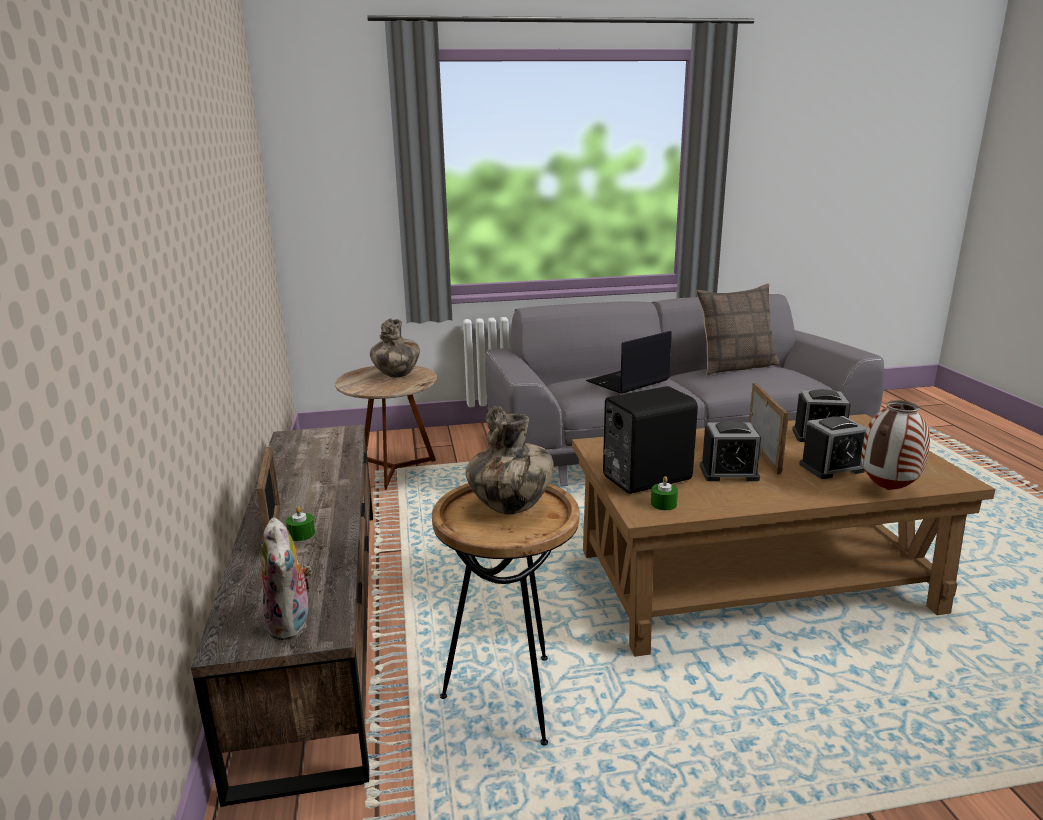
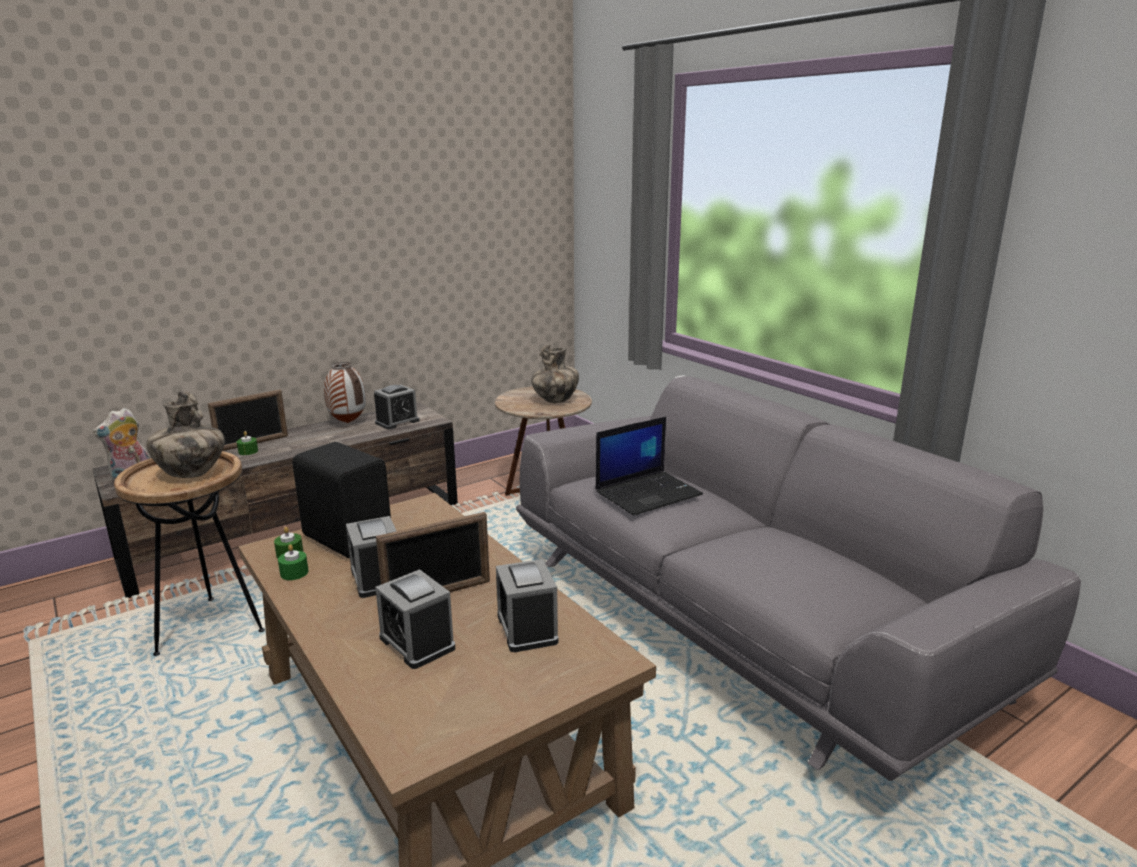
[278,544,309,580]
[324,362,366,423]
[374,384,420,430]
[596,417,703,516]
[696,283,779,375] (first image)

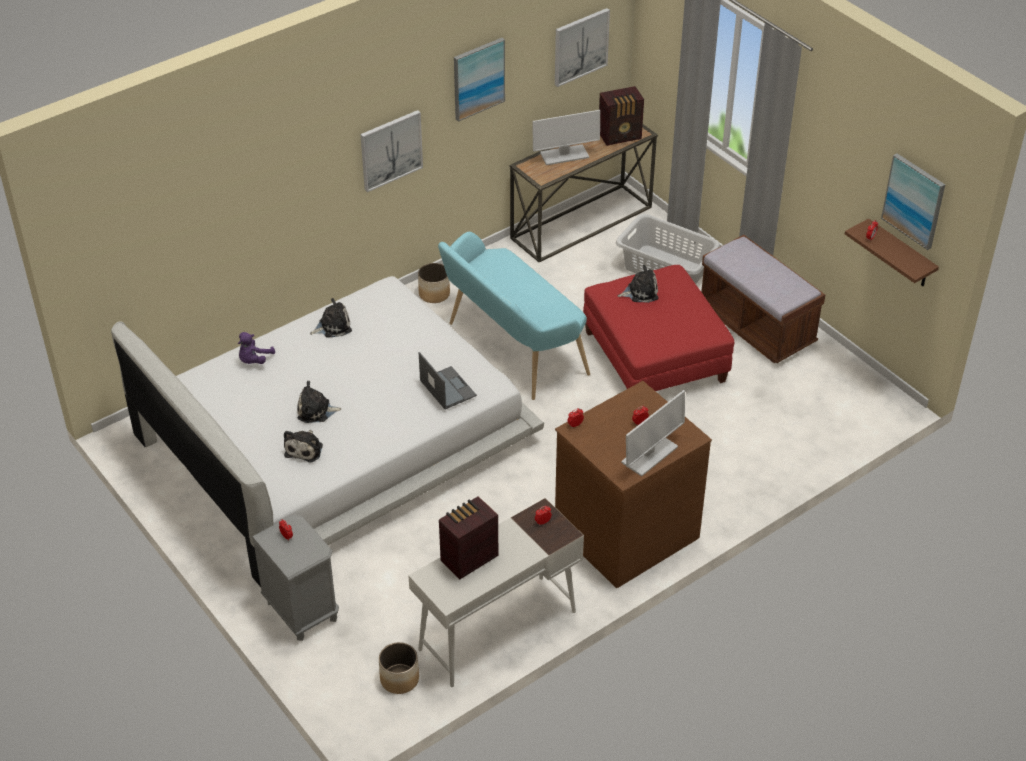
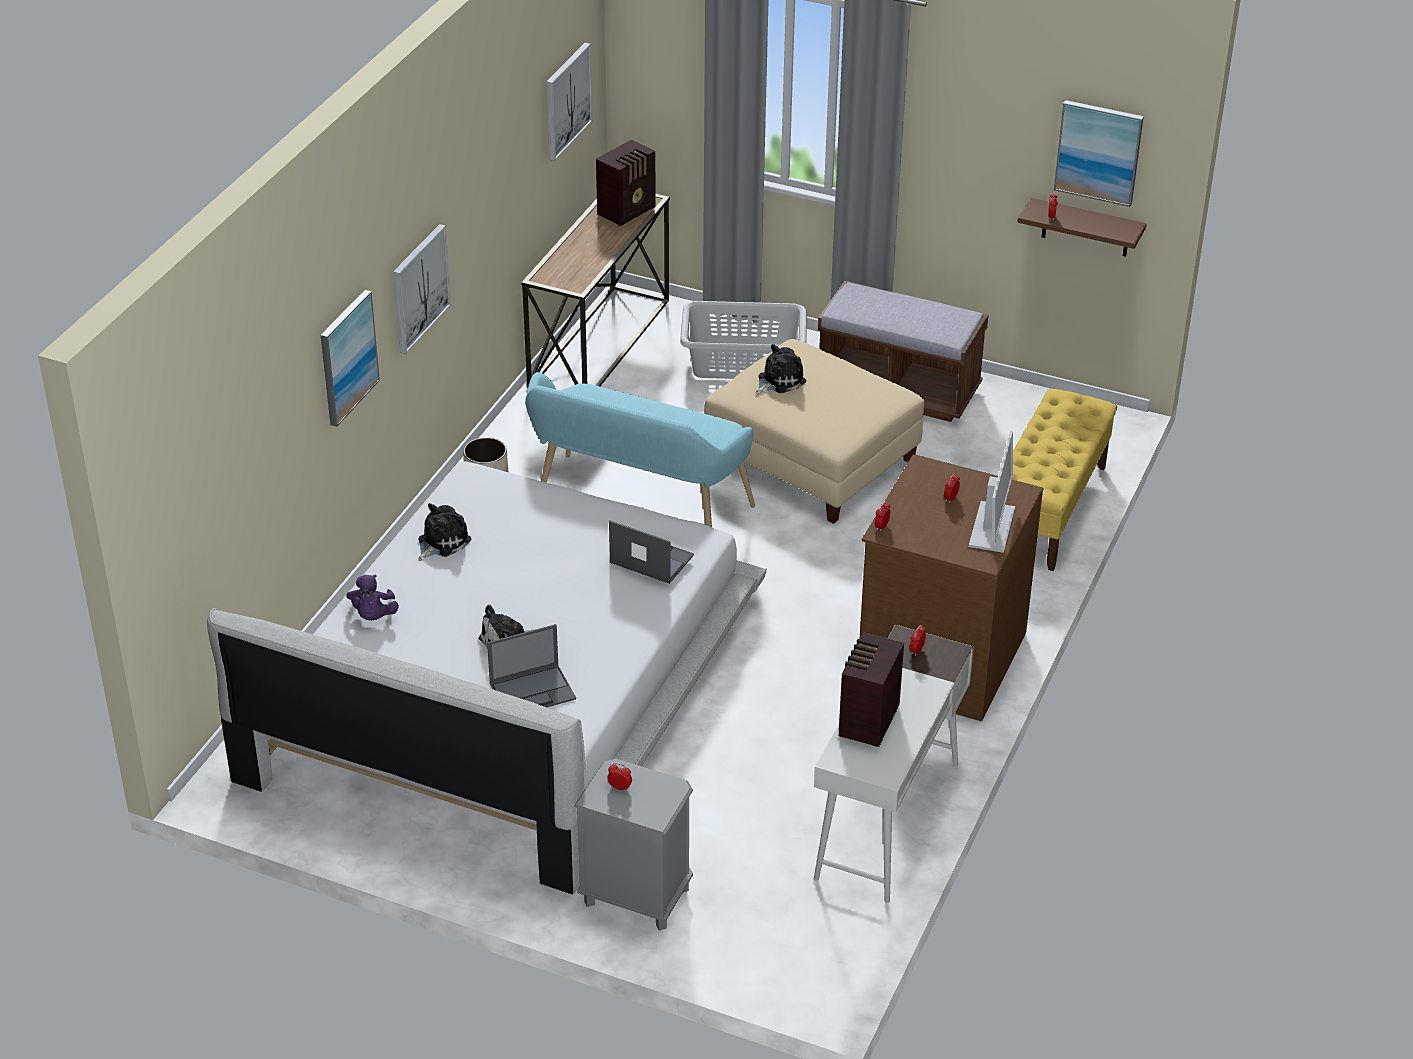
[321,290,380,427]
[487,624,576,707]
[704,339,925,524]
[1012,389,1117,571]
[379,642,419,694] (first image)
[532,110,600,165] (first image)

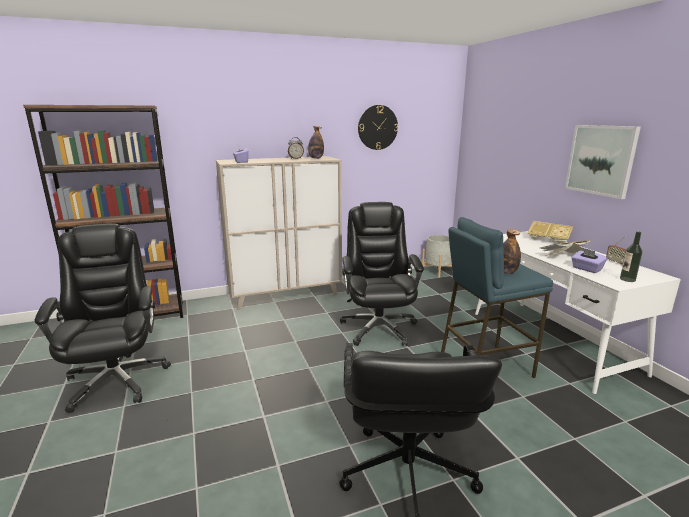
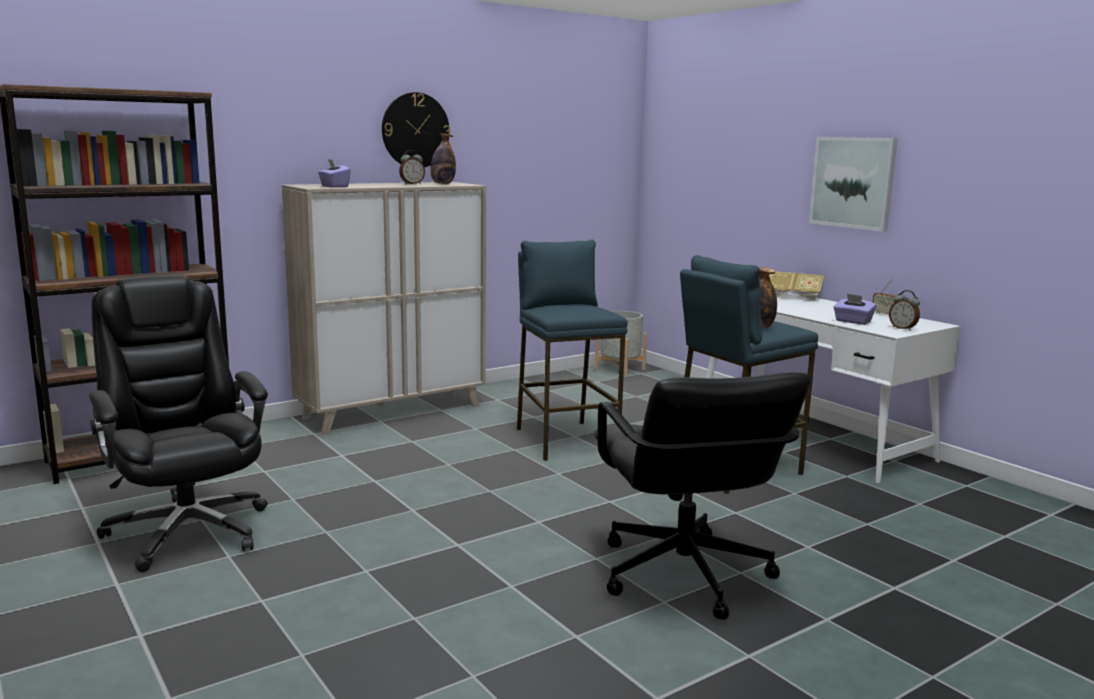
[382,92,450,167]
[517,240,628,461]
[889,290,920,331]
[540,240,591,256] (first image)

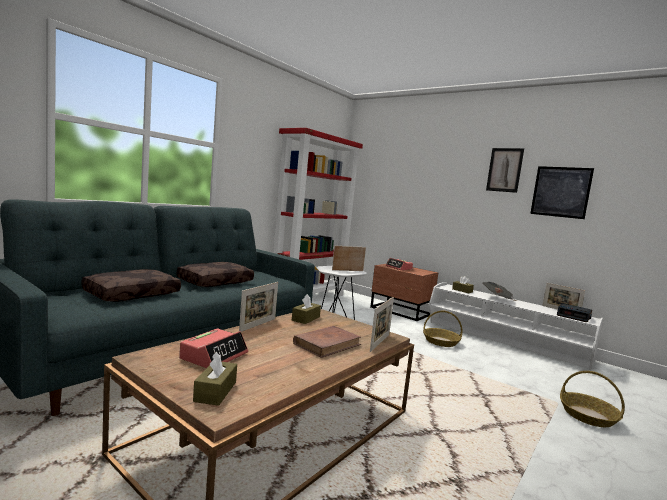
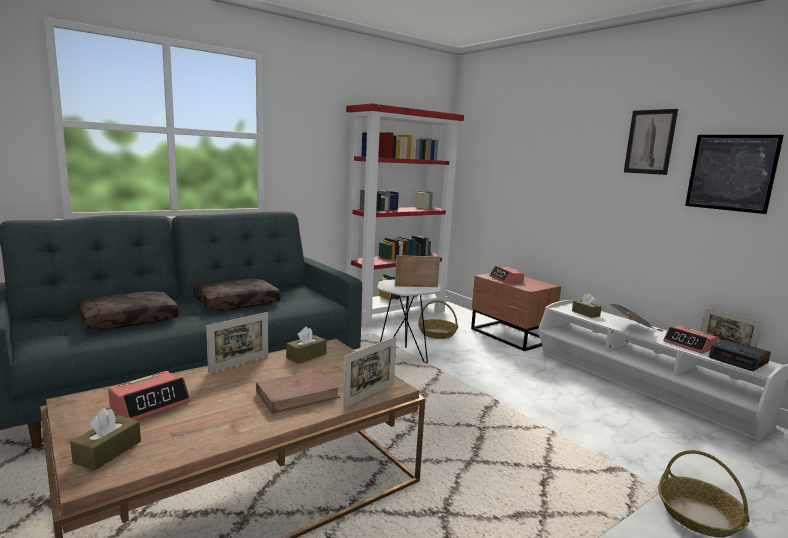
[418,300,458,339]
[663,326,718,354]

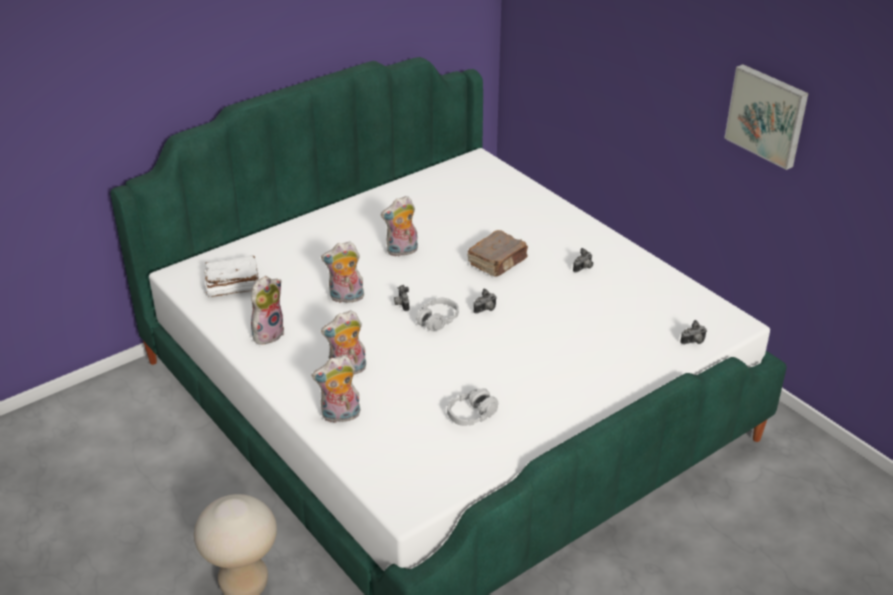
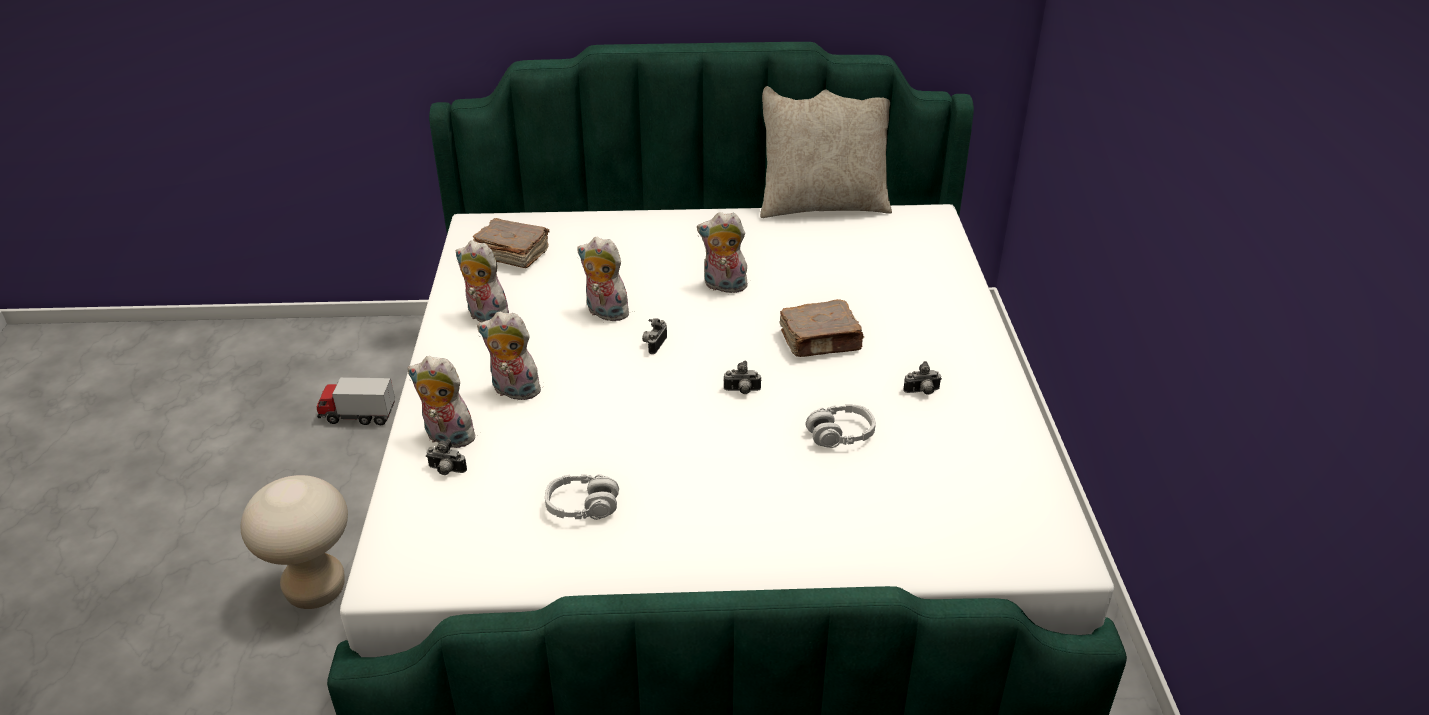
[317,377,395,425]
[426,439,467,475]
[456,240,509,322]
[473,218,550,268]
[760,86,892,218]
[805,404,876,448]
[724,64,809,170] (first image)

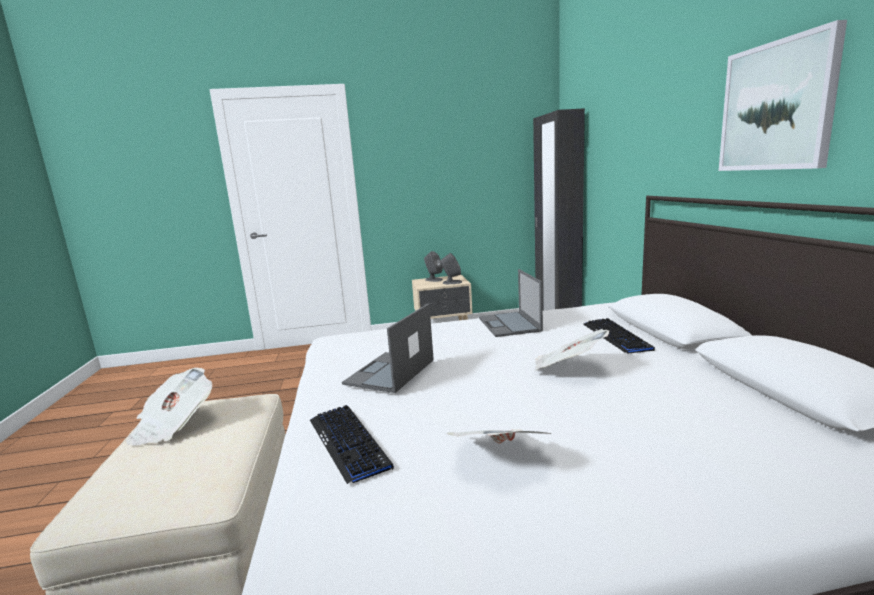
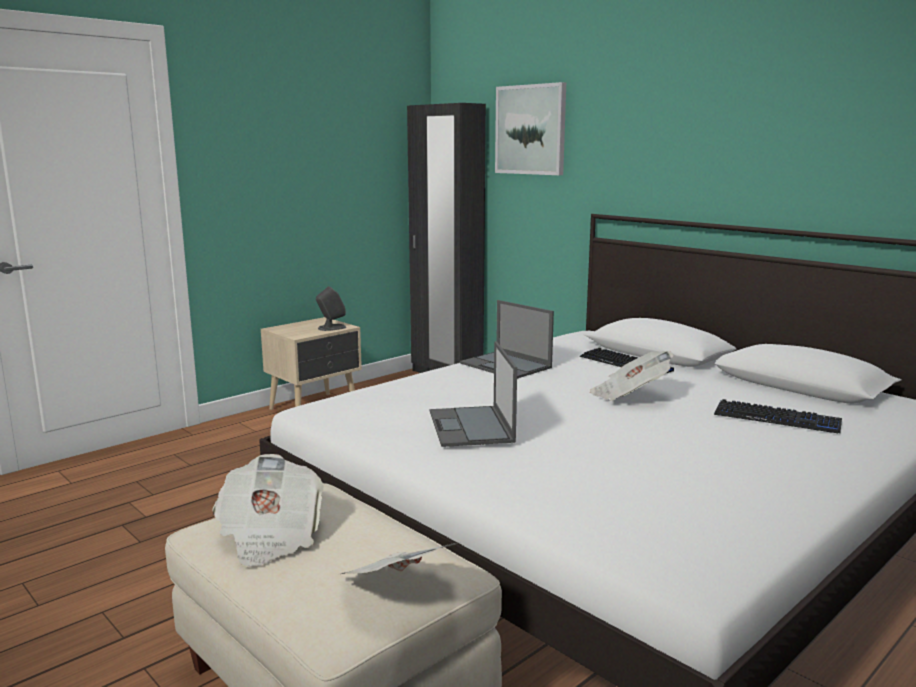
[340,543,458,574]
[495,82,566,175]
[714,399,842,433]
[424,251,443,282] (first image)

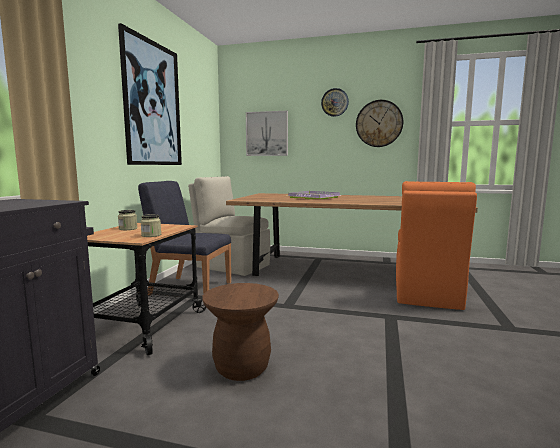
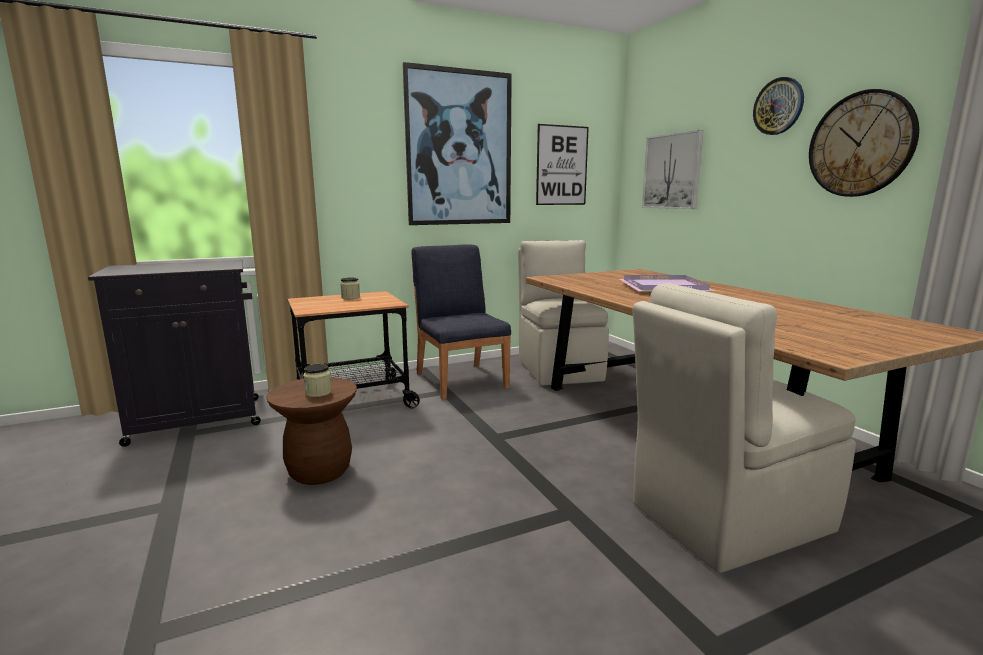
[303,364,332,397]
[536,124,589,205]
[632,283,856,573]

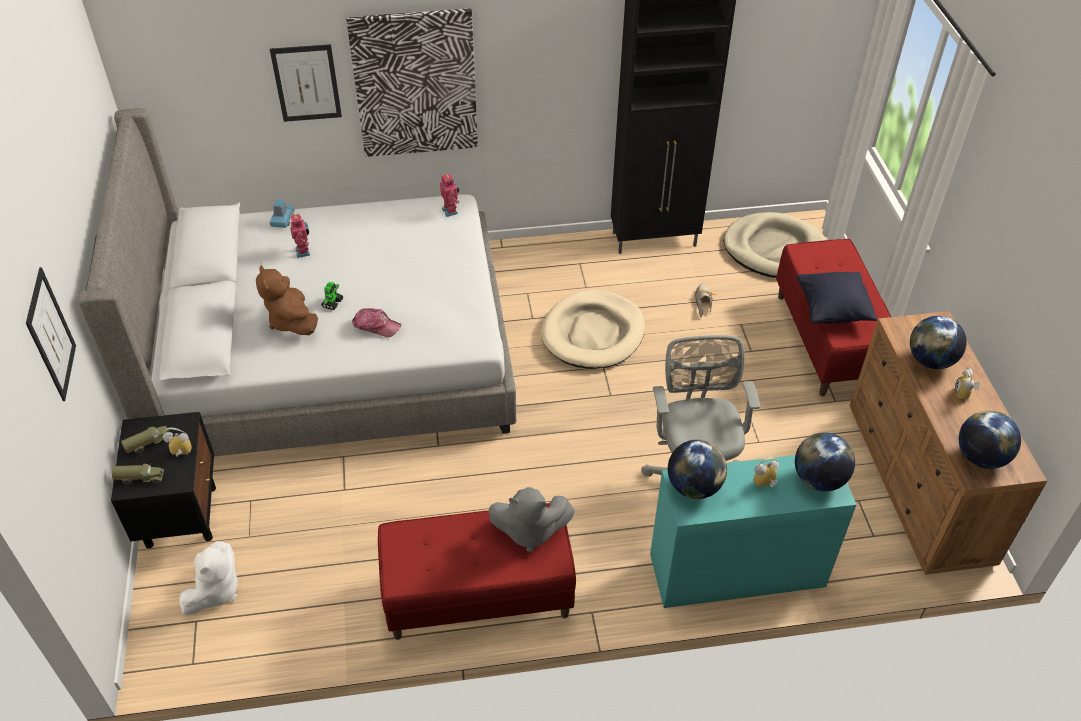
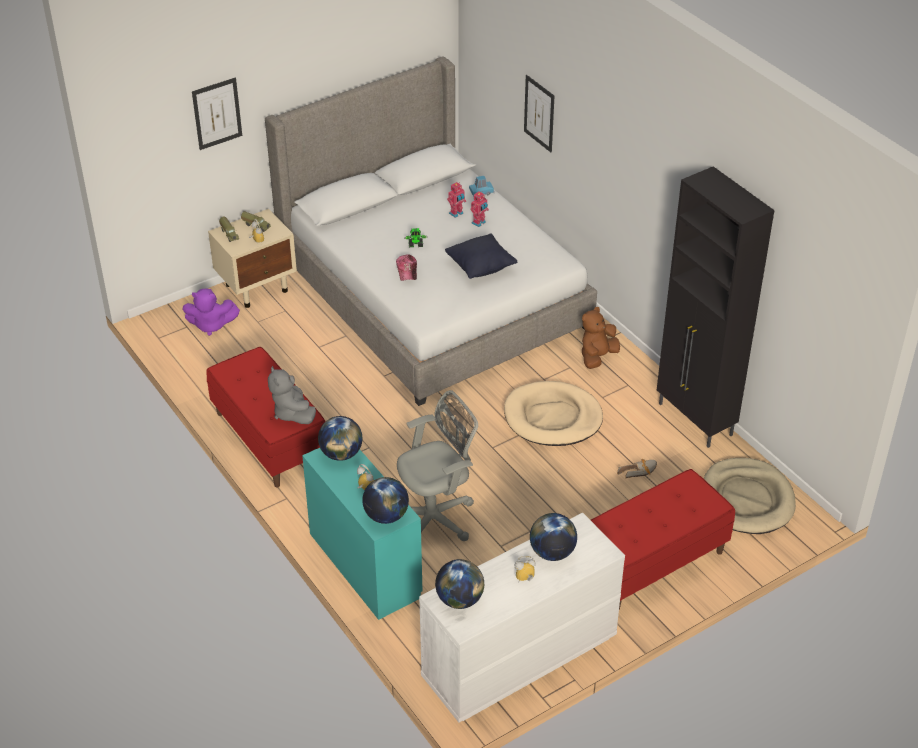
[182,288,240,336]
[208,209,297,308]
[419,512,625,722]
[445,233,517,279]
[471,191,489,227]
[582,307,620,369]
[346,8,478,157] (first image)

